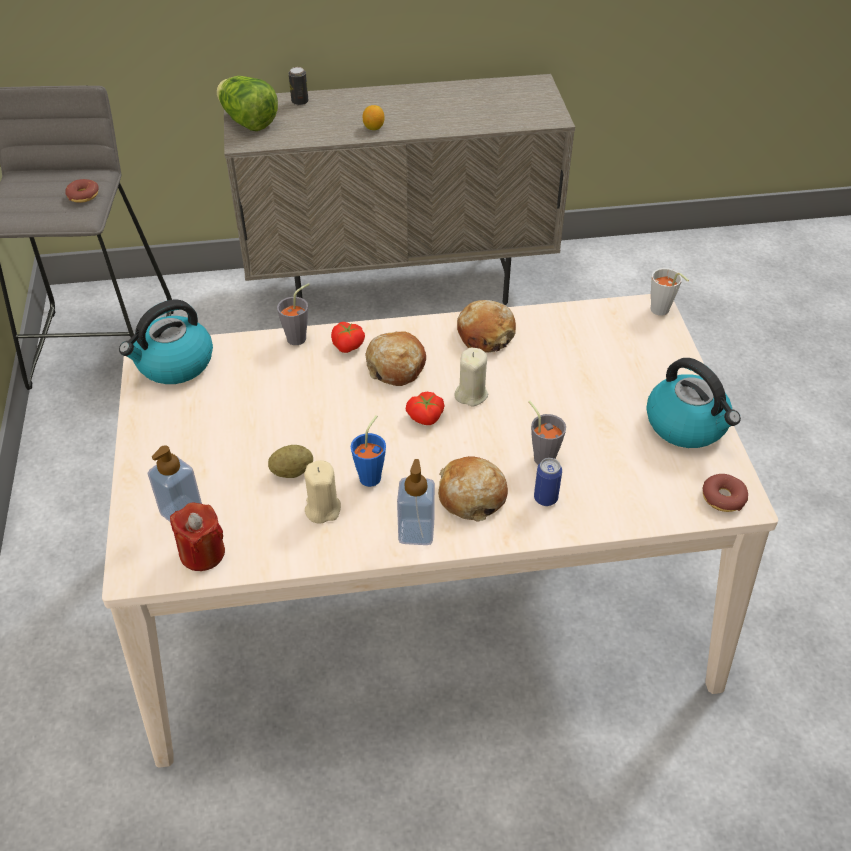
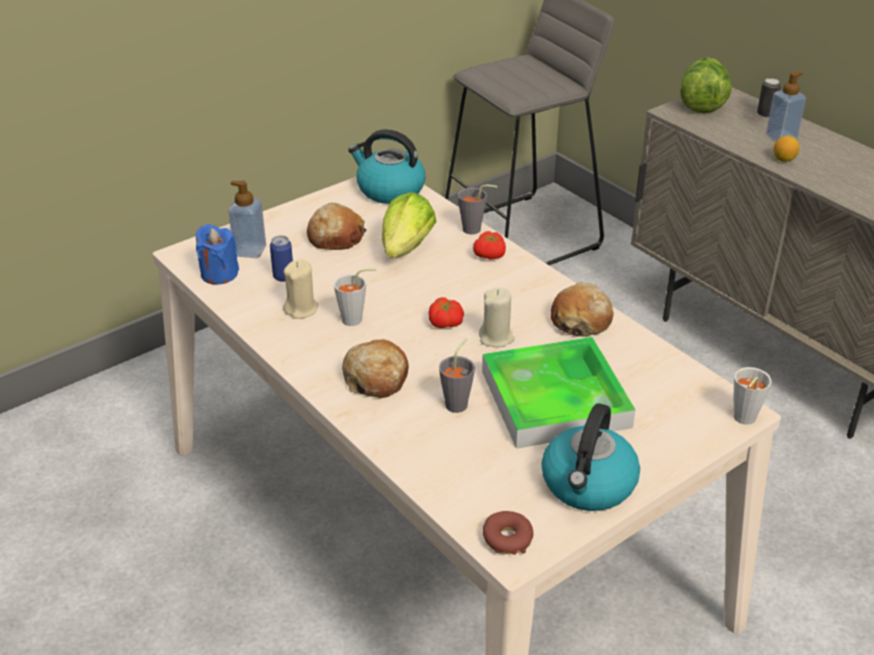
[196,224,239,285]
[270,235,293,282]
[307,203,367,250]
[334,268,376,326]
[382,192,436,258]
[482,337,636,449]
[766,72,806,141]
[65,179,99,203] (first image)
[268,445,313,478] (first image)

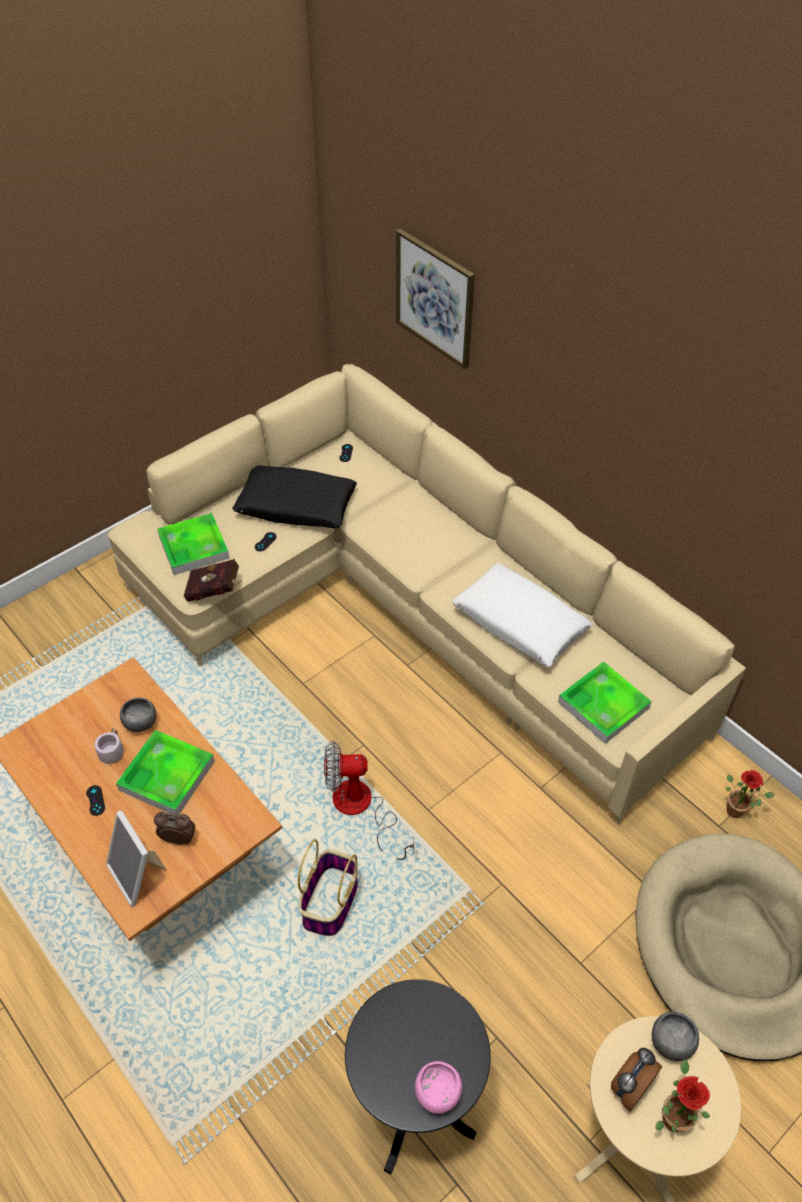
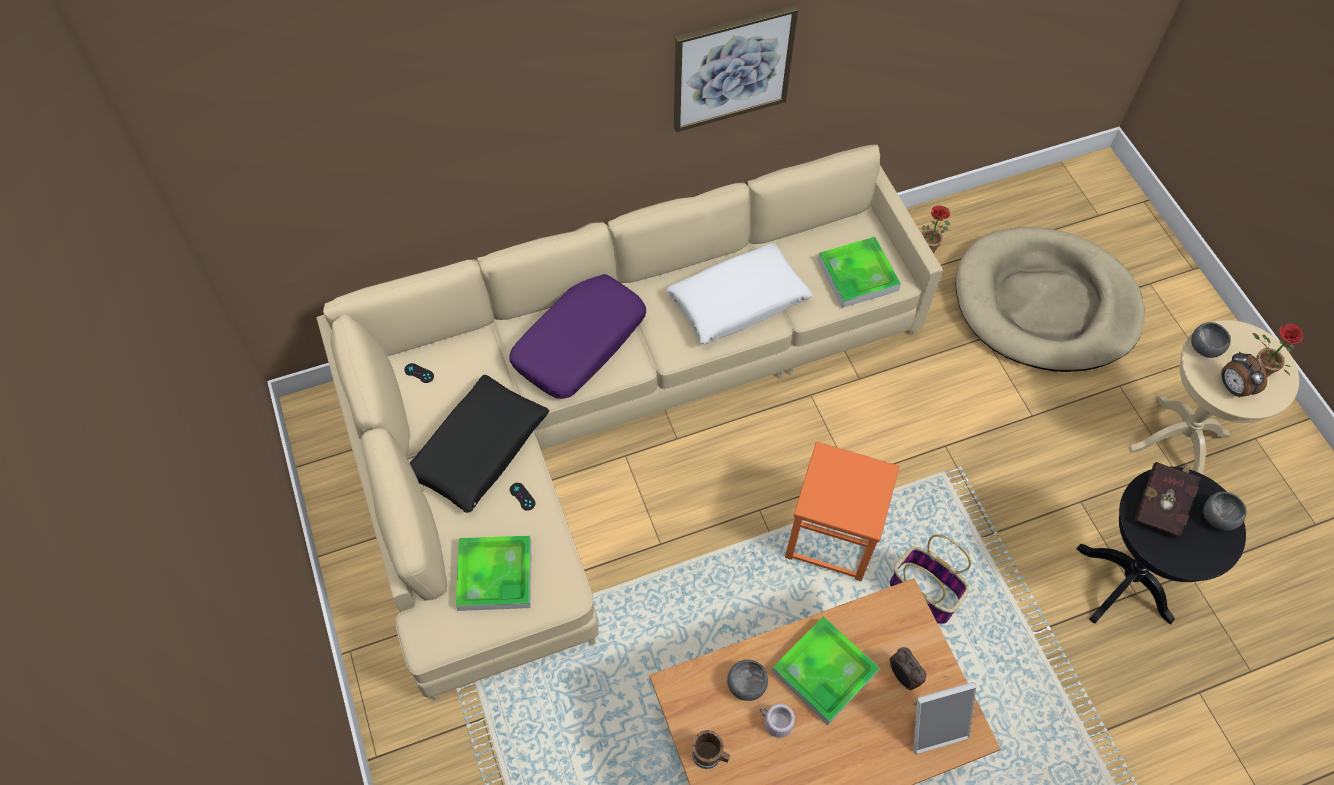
[509,274,646,399]
[674,5,798,132]
[692,730,730,769]
[785,442,900,581]
[890,647,926,690]
[1134,462,1200,537]
[1203,492,1246,531]
[86,785,105,816] (first image)

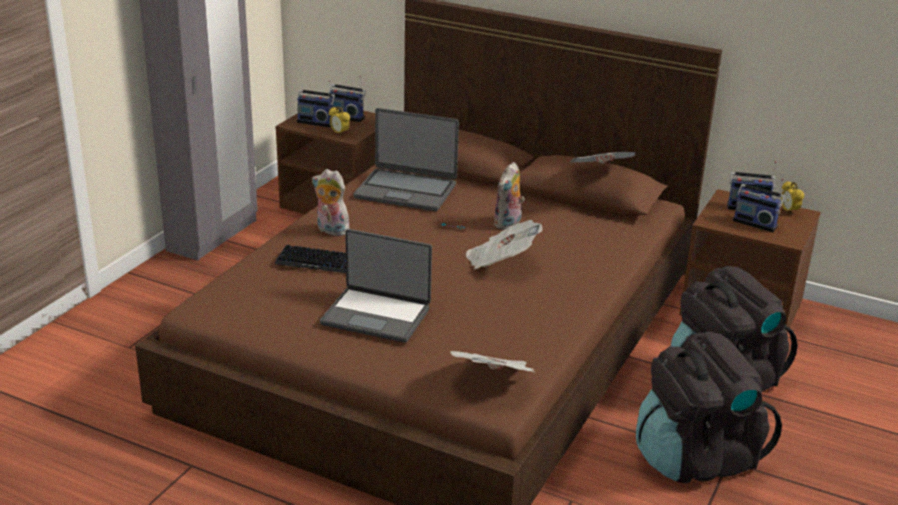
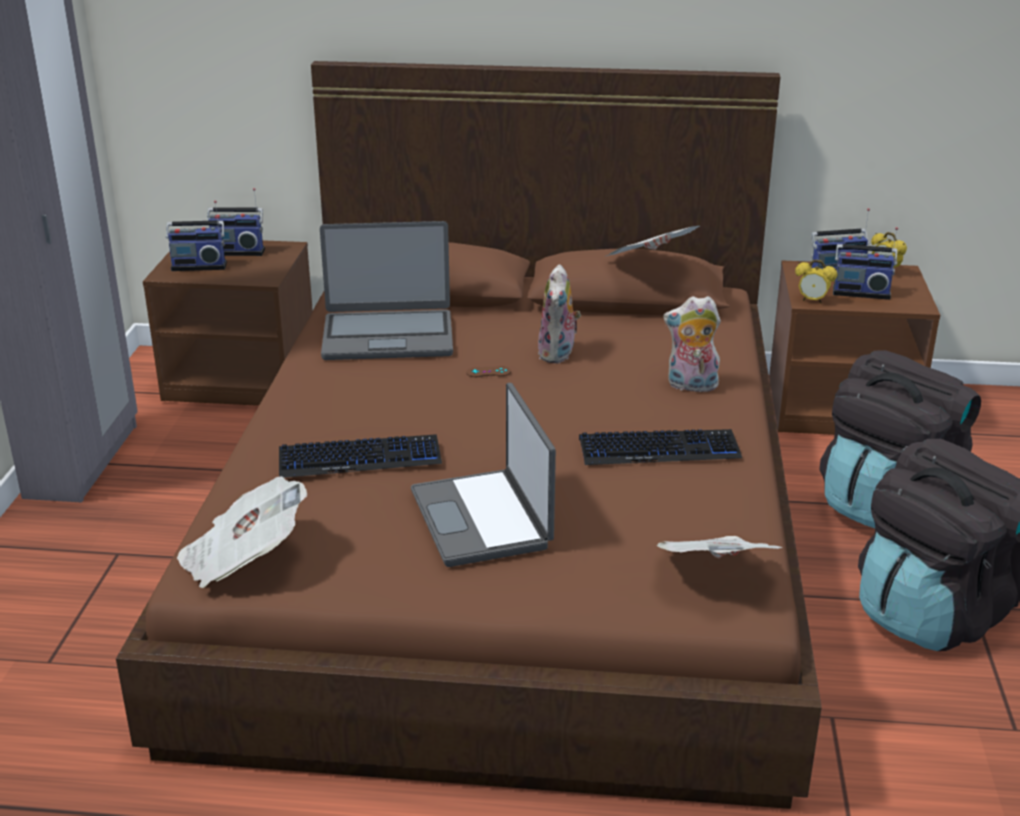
[177,476,307,588]
[411,383,556,567]
[579,429,742,465]
[663,296,721,392]
[795,260,838,304]

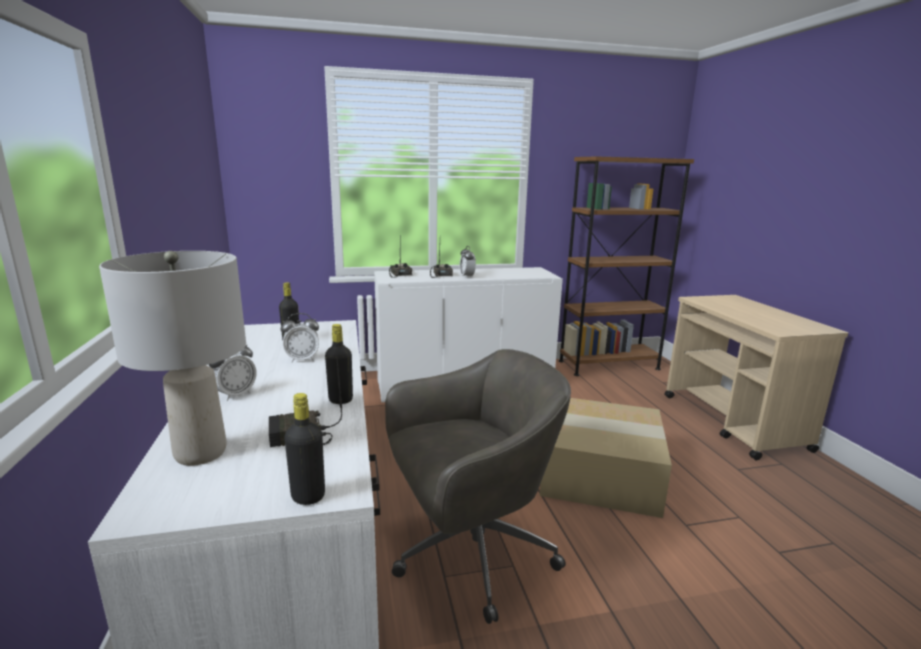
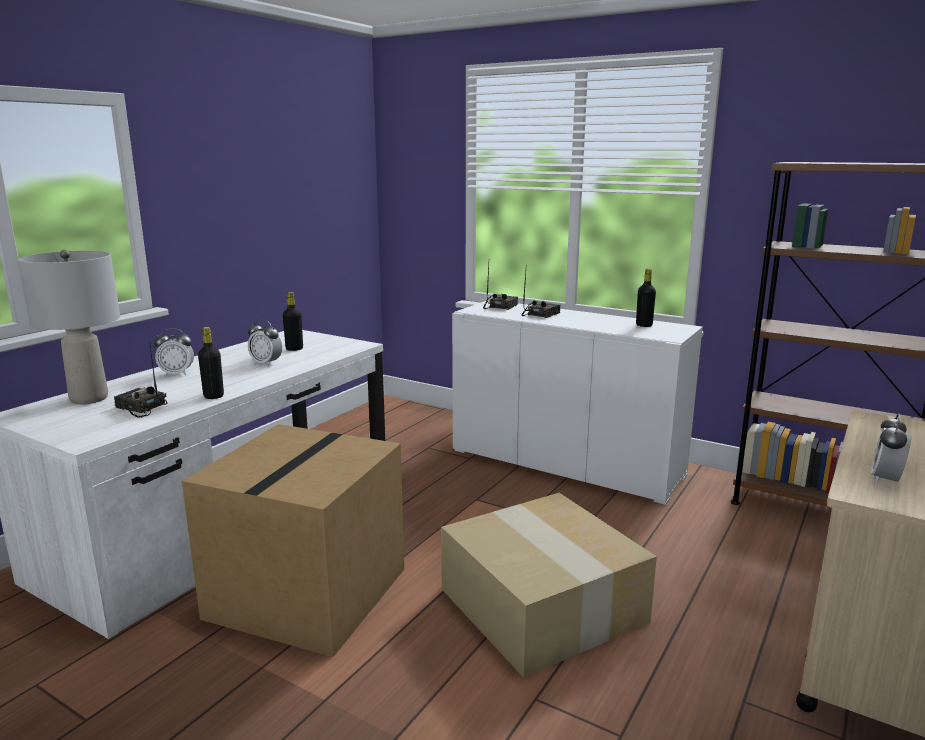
[182,424,404,657]
[636,269,656,327]
[871,413,911,484]

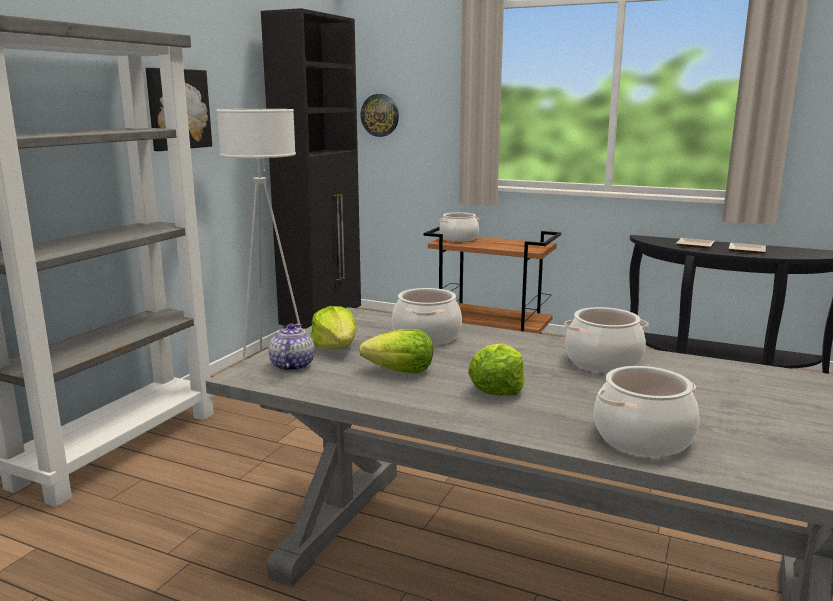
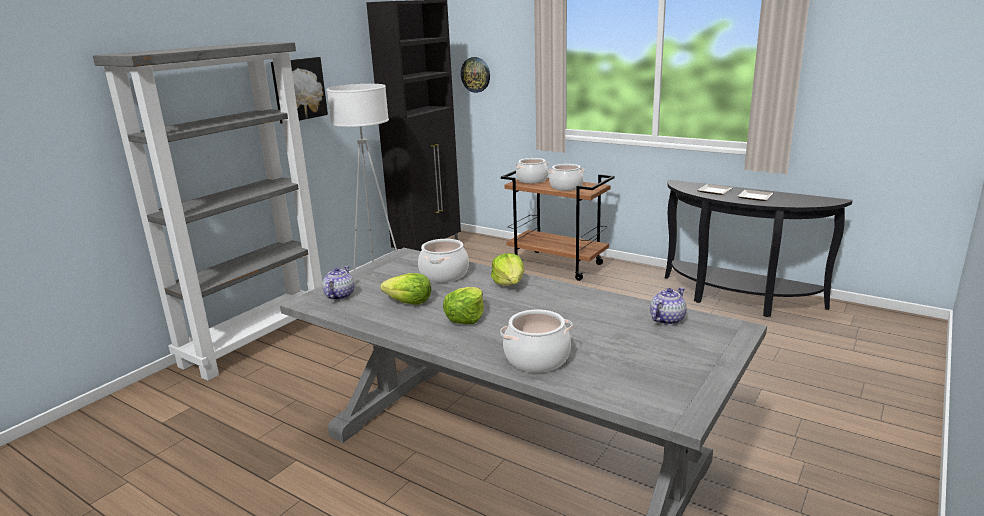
[491,253,524,286]
[548,164,585,191]
[650,287,687,325]

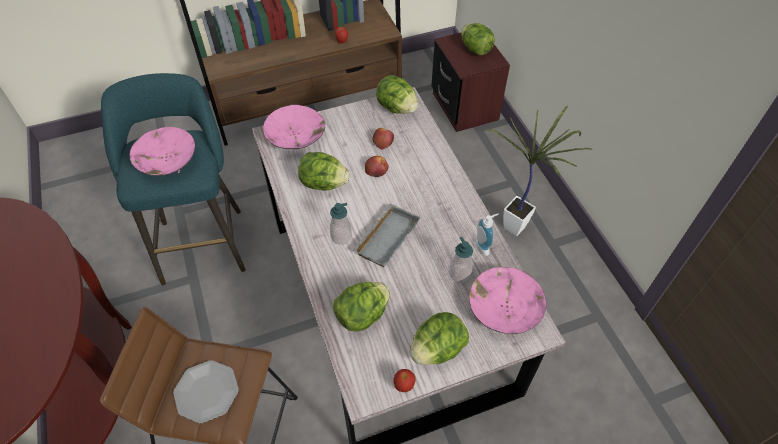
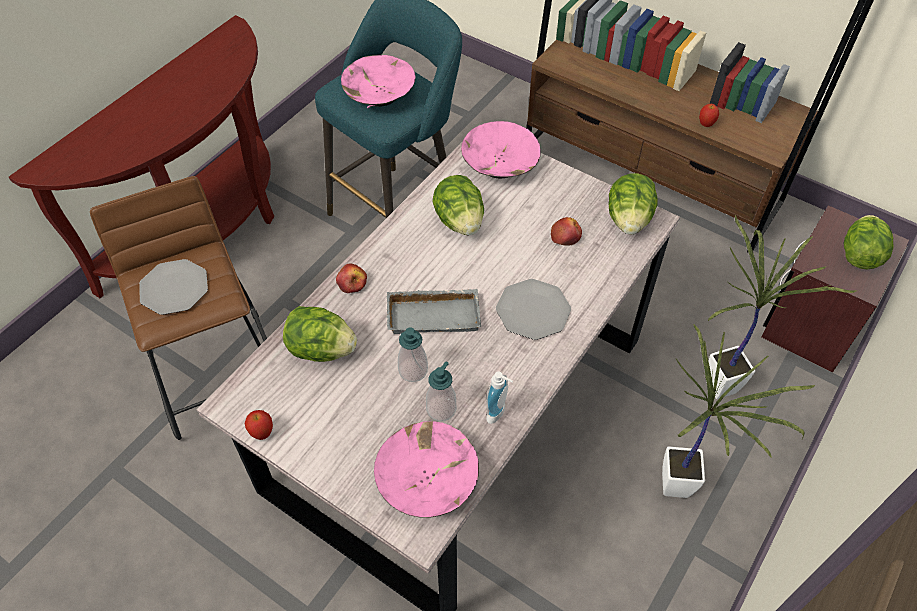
[336,264,367,293]
[398,327,428,382]
[496,279,571,340]
[706,215,857,399]
[410,312,469,365] (first image)

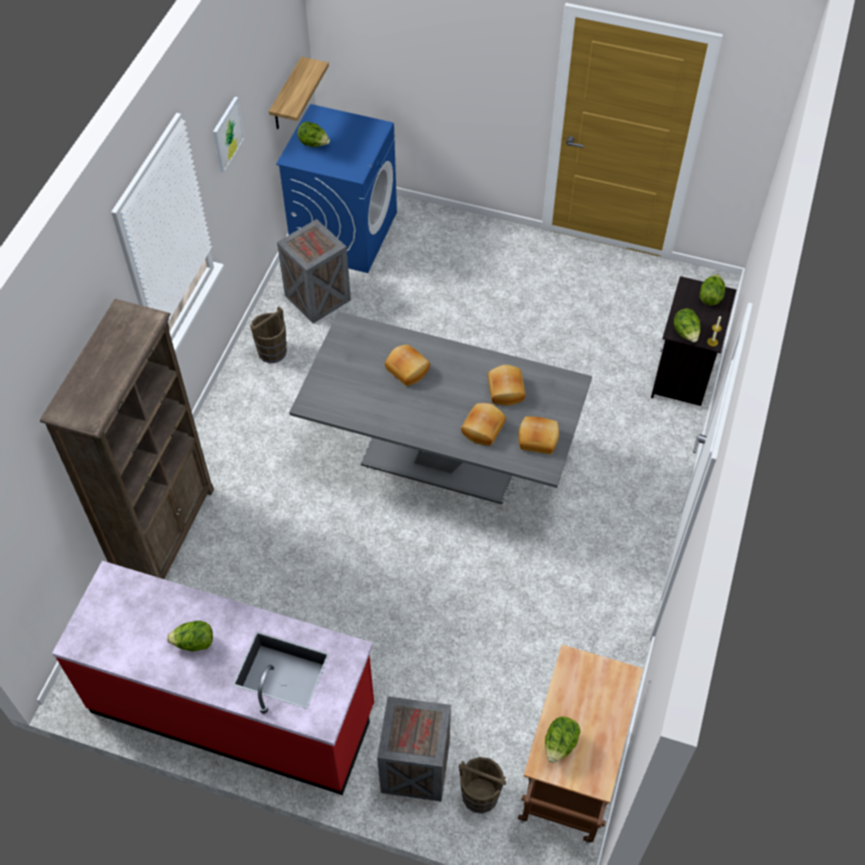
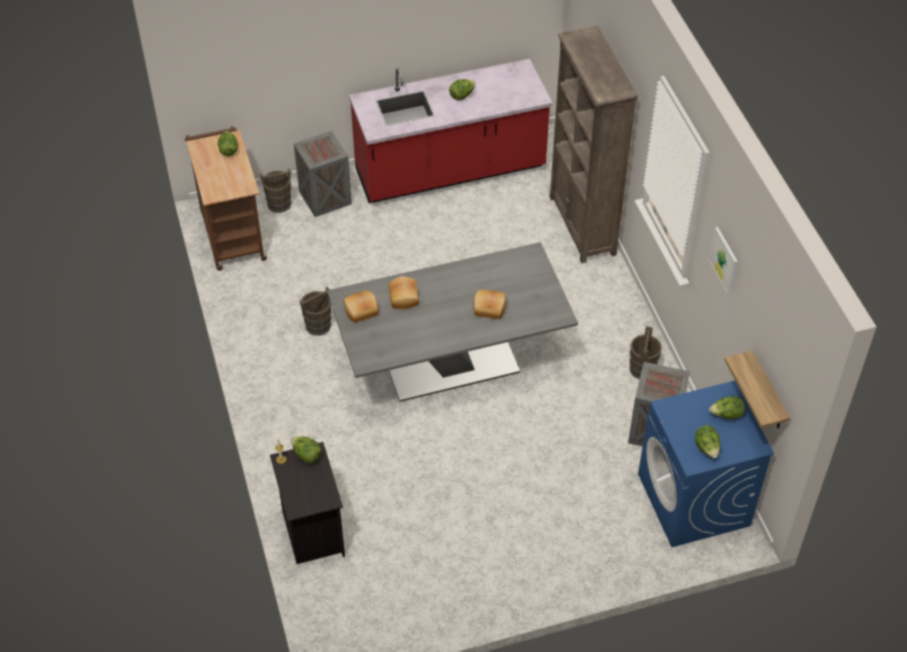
[300,287,331,336]
[695,425,720,459]
[488,365,526,406] (first image)

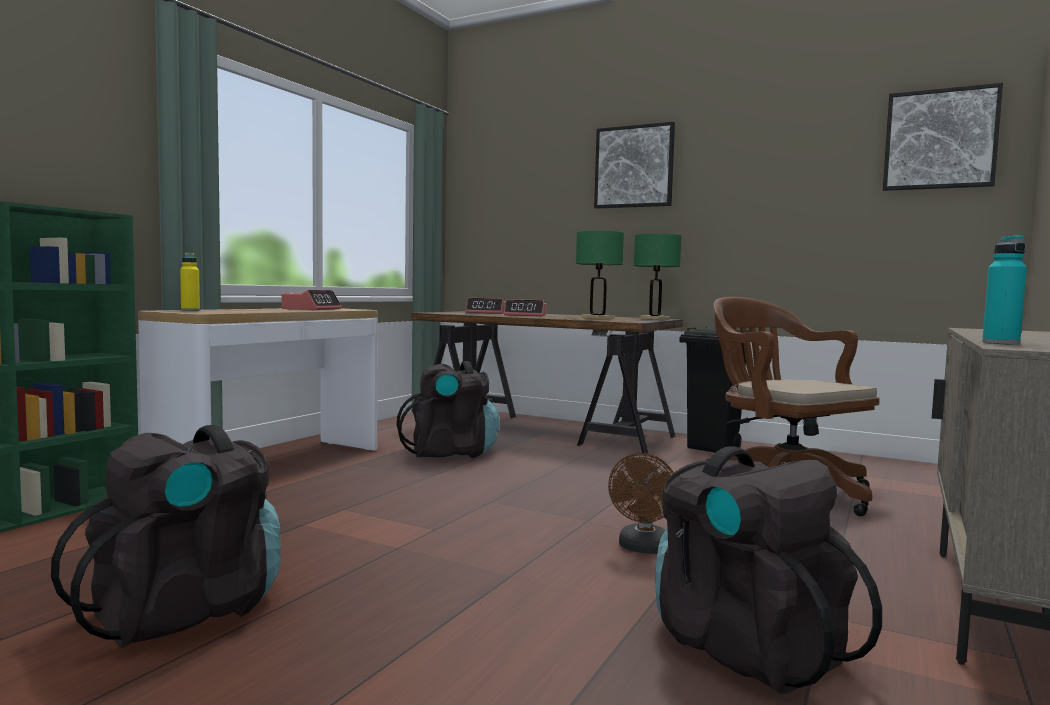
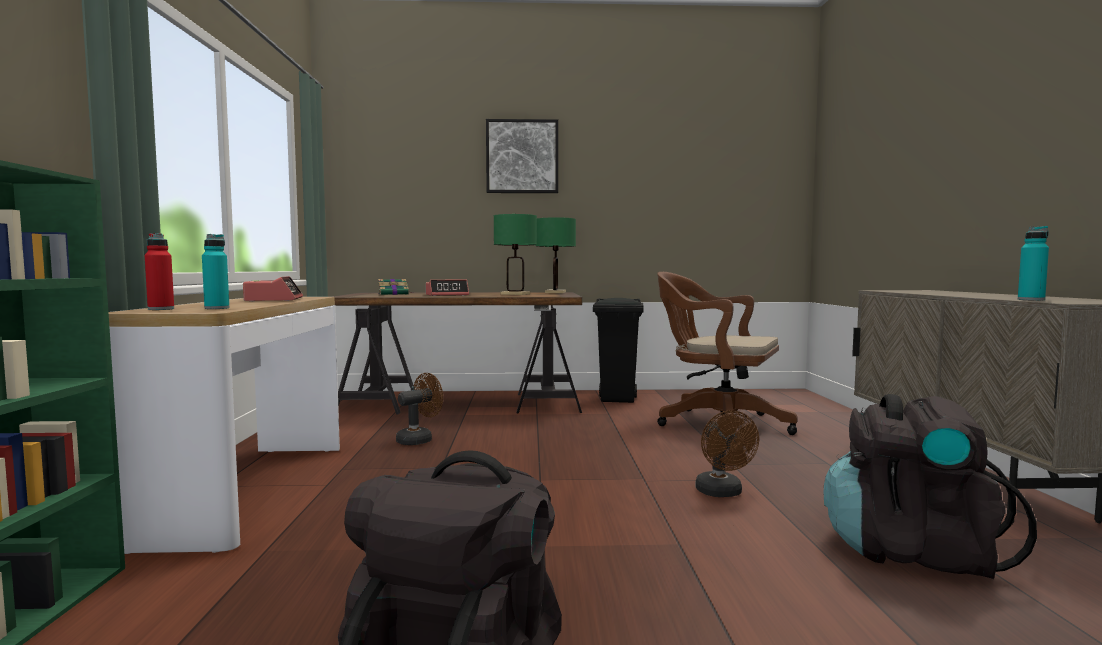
[145,233,174,310]
[202,234,229,309]
[378,279,413,295]
[396,373,443,445]
[883,83,1003,191] (first image)

